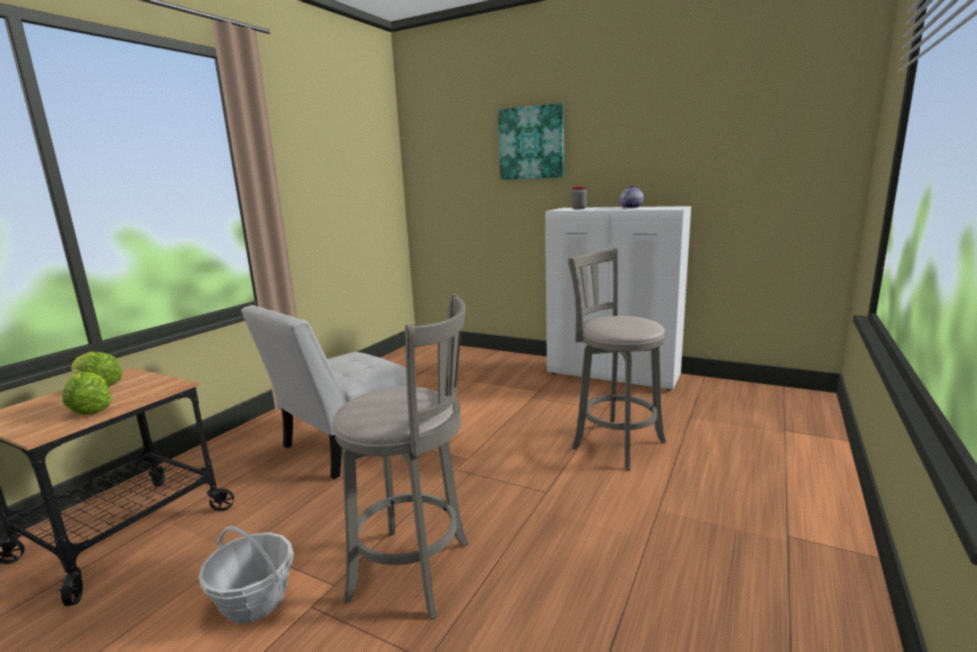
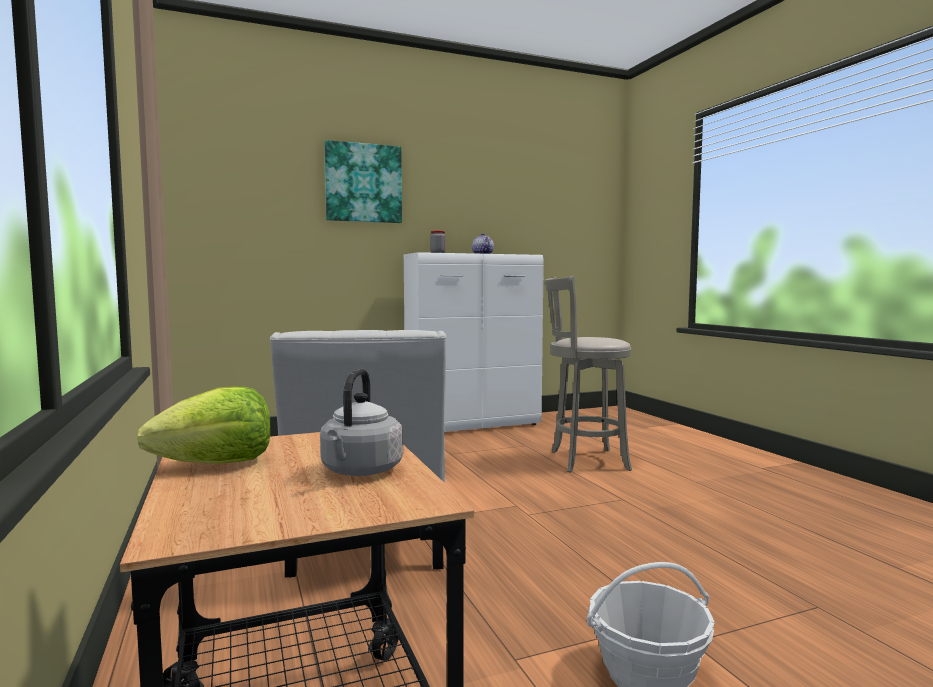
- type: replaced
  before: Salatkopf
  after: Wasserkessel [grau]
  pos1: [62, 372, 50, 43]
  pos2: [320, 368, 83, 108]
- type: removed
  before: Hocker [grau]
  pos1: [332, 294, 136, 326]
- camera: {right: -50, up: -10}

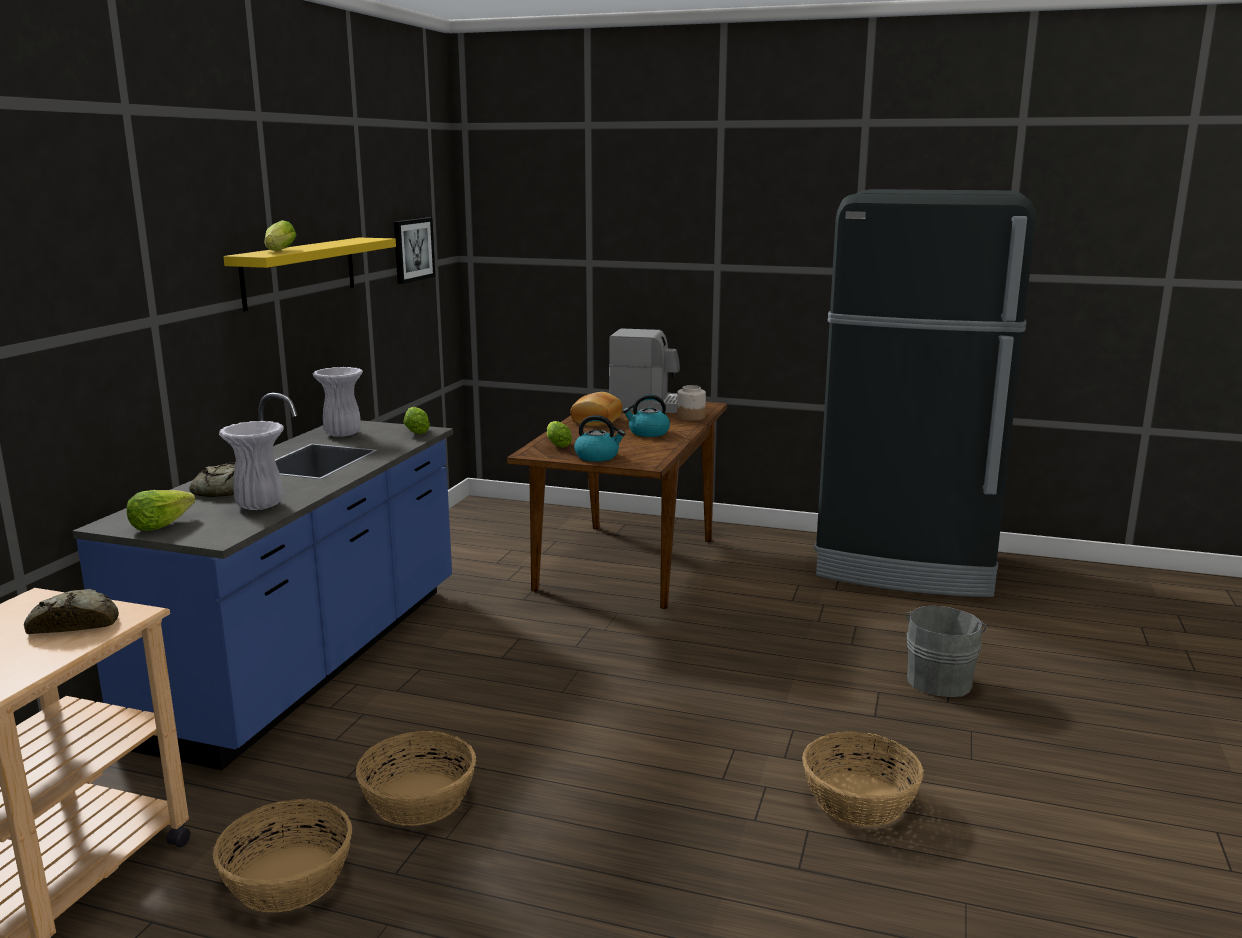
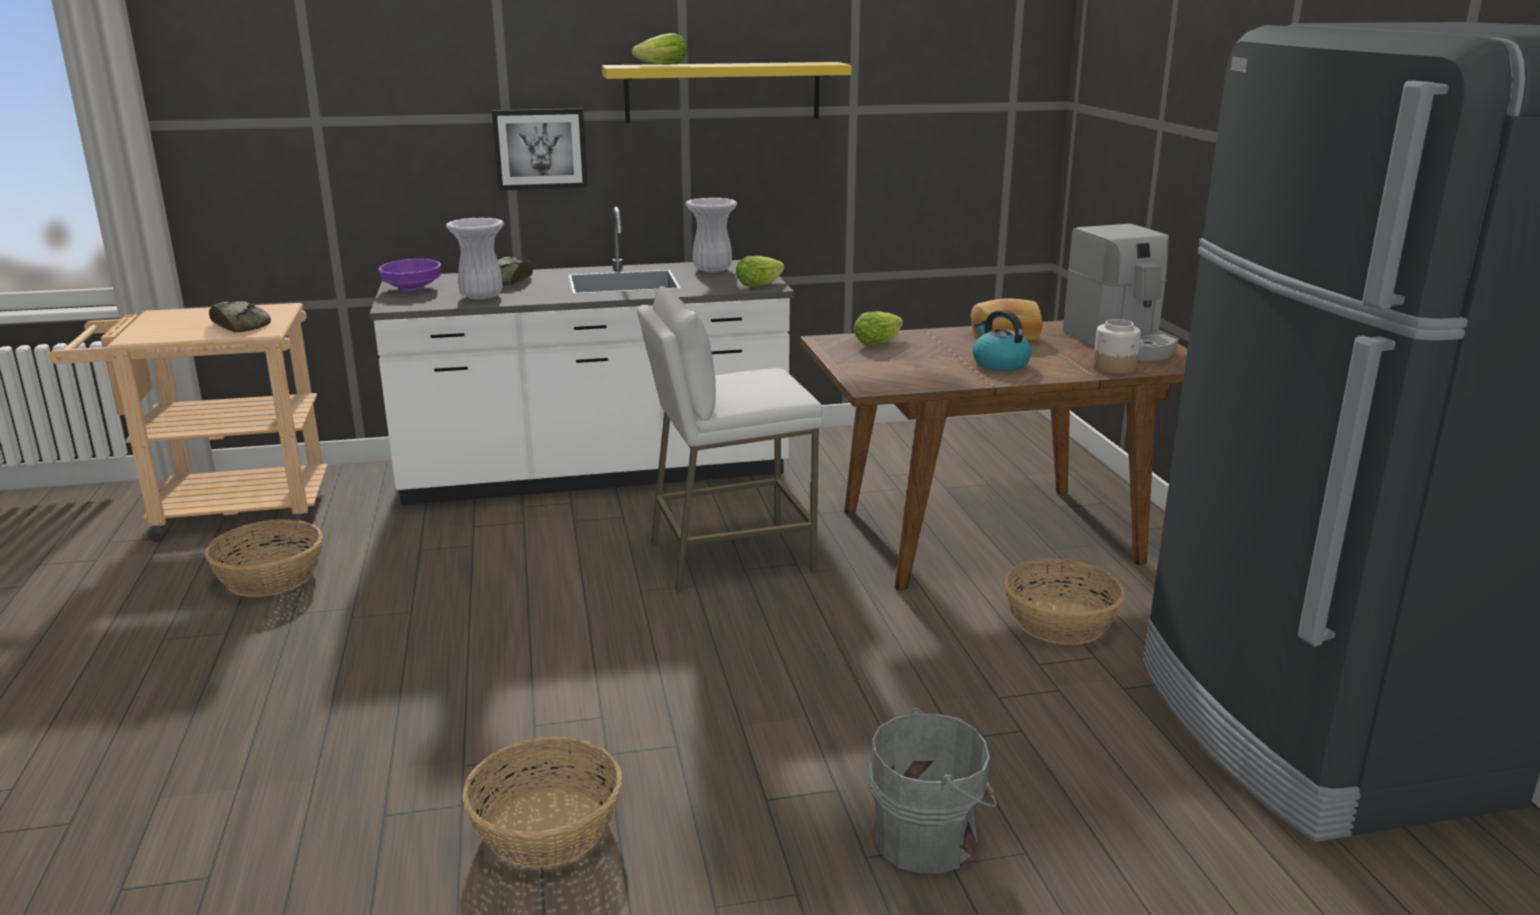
- type: recoloured
  before: Küchenzeile [blau]
  after: Küchenzeile [weiß]
  pos1: [73, 393, 380, 377]
  pos2: [370, 207, 424, 298]
- type: replaced
  before: Salatkopf
  after: Schüssel [lila]
  pos1: [126, 490, 70, 41]
  pos2: [378, 259, 63, 32]
- type: moved
  before: Korb
  pos1: [356, 731, 120, 95]
  pos2: [1004, 558, 121, 87]
- type: moved
  before: Bild
  pos1: [394, 218, 41, 66]
  pos2: [492, 108, 96, 82]
- type: removed
  before: Wasserkessel
  pos1: [574, 415, 51, 47]
- type: added
  after: Hocker [weiß]
  pos2: [637, 286, 186, 306]
- camera: {right: 60, up: 5}

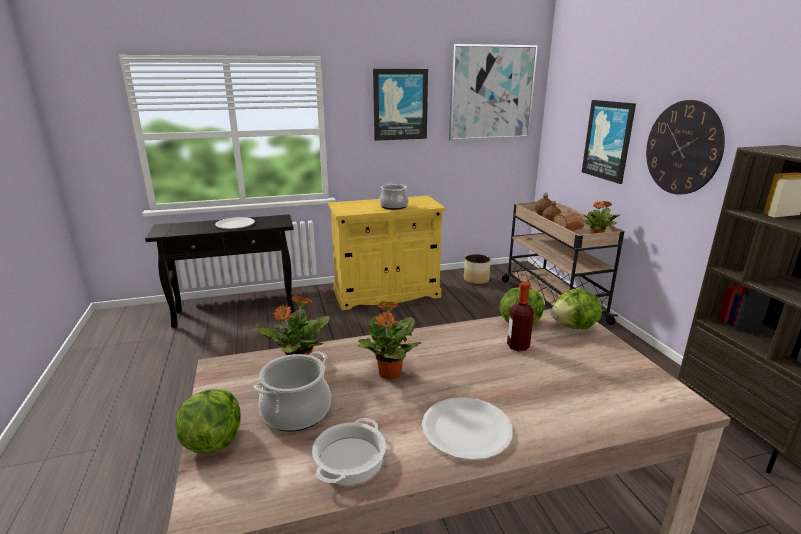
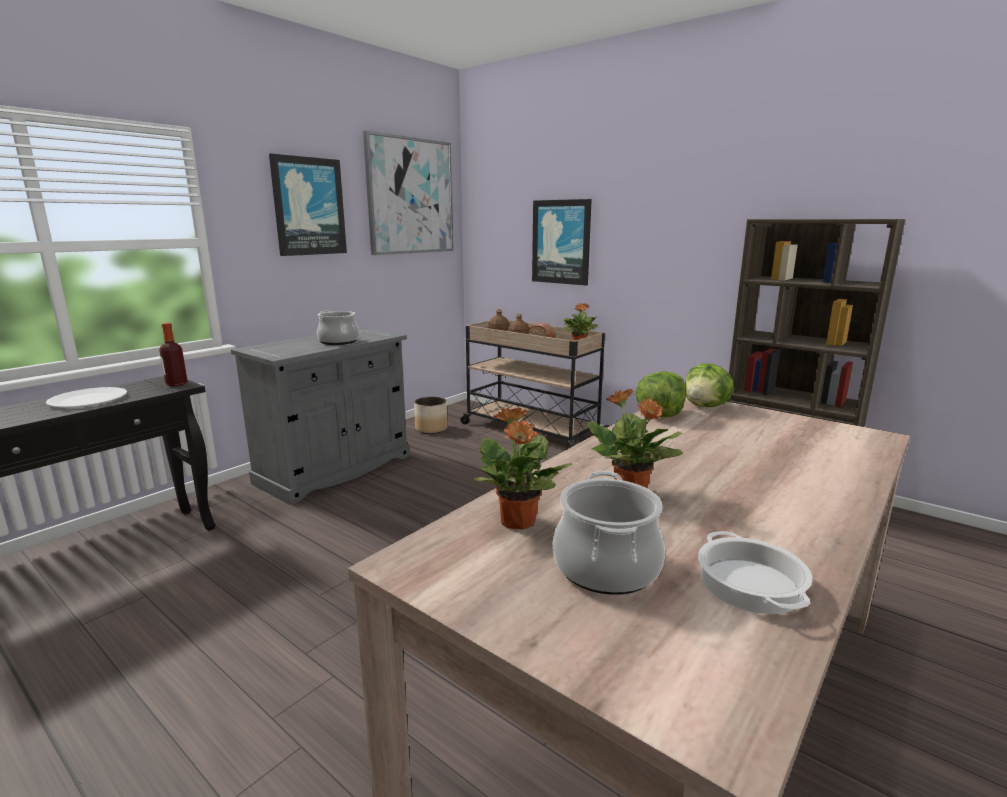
- type: removed
  before: Salatkopf
  pos1: [176, 389, 65, 65]
- type: recoloured
  before: Schrank [gelb]
  after: Schrank [grau]
  pos1: [328, 196, 118, 114]
  pos2: [231, 327, 179, 178]
- type: removed
  before: Teller [weiß]
  pos1: [422, 397, 91, 63]
- type: moved
  before: Flasche
  pos1: [507, 282, 27, 70]
  pos2: [159, 323, 29, 63]
- type: removed
  before: Wanduhr
  pos1: [646, 100, 79, 95]
- camera: {right: -35, up: -5}

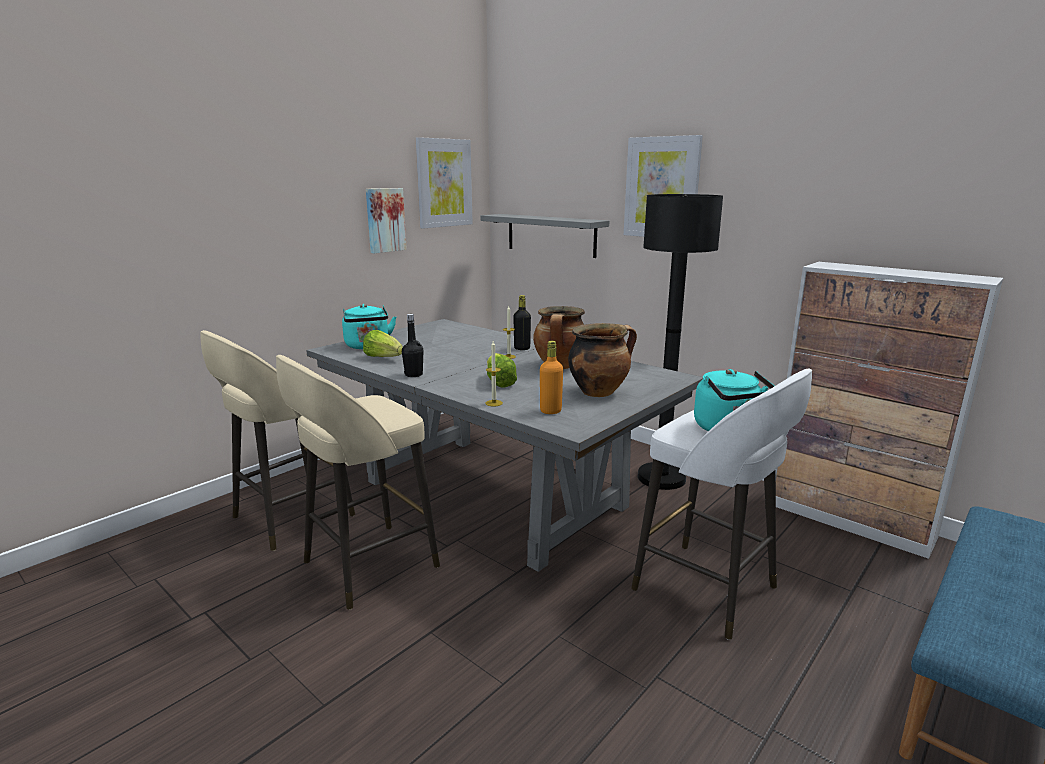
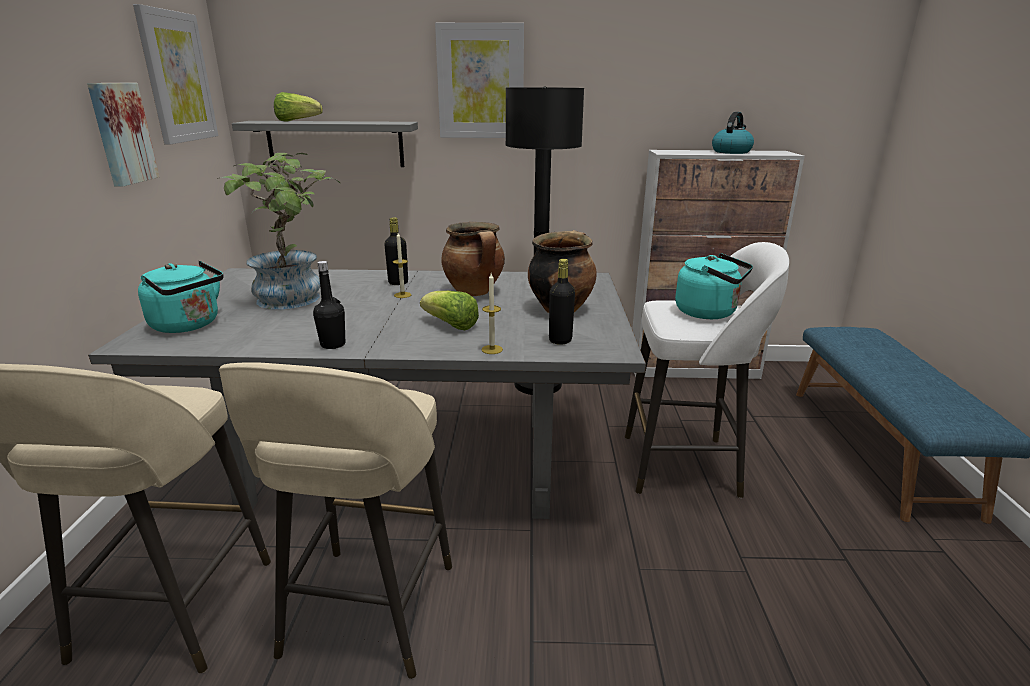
- type: moved
  before: Salatkopf
  pos1: [363, 330, 40, 27]
  pos2: [274, 92, 49, 30]
- type: recoloured
  before: Flasche [orange]
  after: Flasche [schwarz]
  pos1: [540, 341, 23, 73]
  pos2: [549, 259, 26, 86]
- type: added
  after: Topfpflanze
  pos2: [217, 153, 124, 156]
- type: added
  after: Wasserkessel
  pos2: [712, 112, 42, 42]
- camera: {right: -40, up: 5}

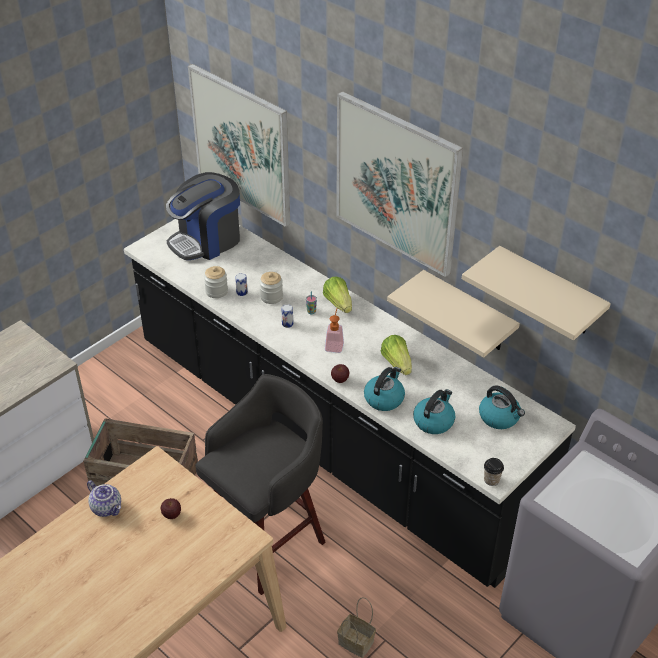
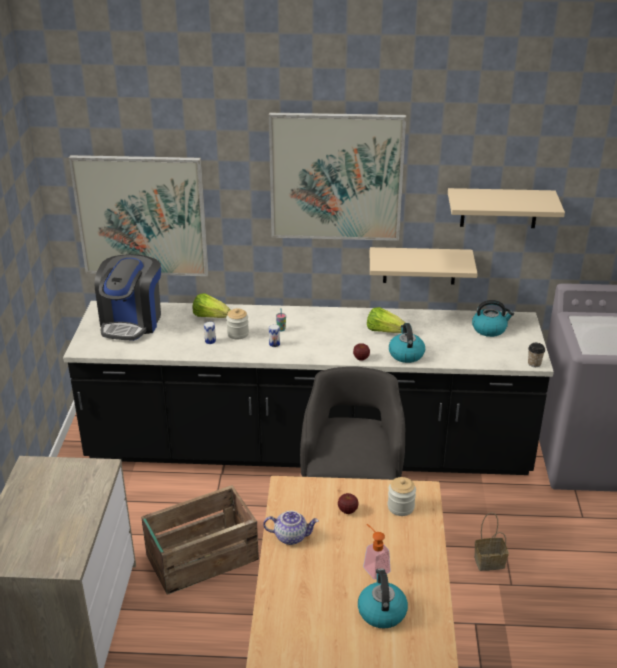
- type: moved
  before: Vorratsglas
  pos1: [204, 266, 24, 32]
  pos2: [388, 477, 28, 39]
- type: moved
  before: Salatkopf
  pos1: [323, 277, 29, 36]
  pos2: [193, 293, 37, 25]
- type: moved
  before: Seifenspender
  pos1: [325, 309, 19, 44]
  pos2: [363, 524, 28, 55]
- type: moved
  before: Wasserkessel
  pos1: [413, 389, 42, 45]
  pos2: [358, 568, 50, 61]
- camera: {right: -40, up: -10}

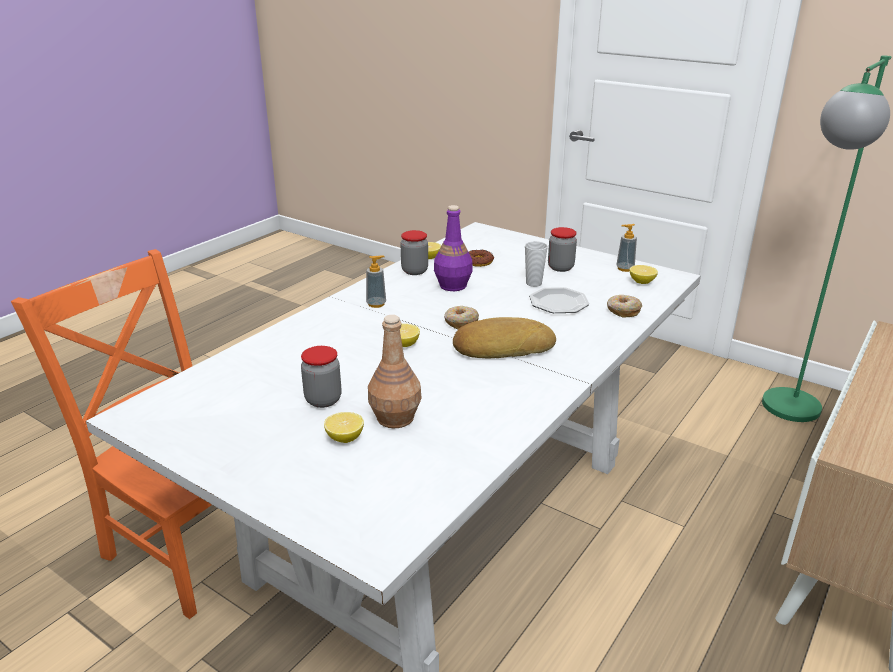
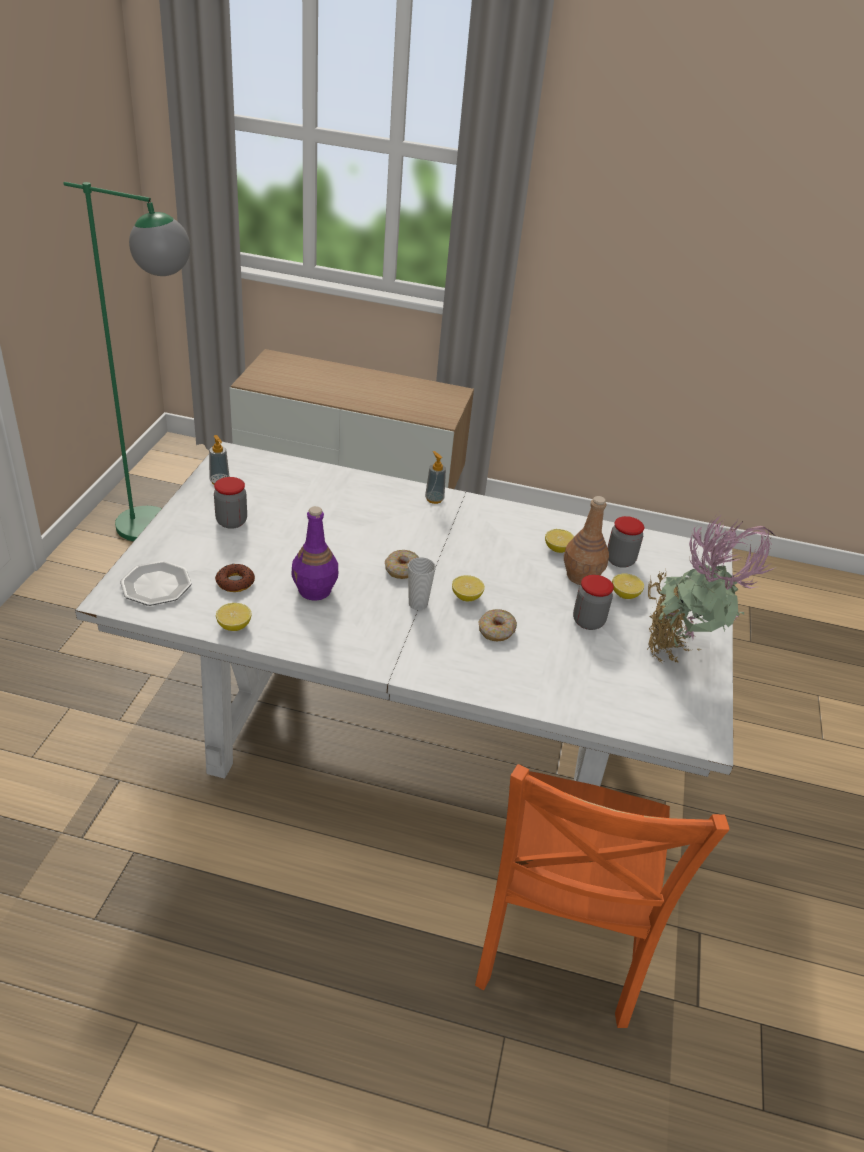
- type: moved
  before: Seifenspender
  pos1: [366, 255, 20, 53]
  pos2: [425, 451, 21, 53]
- type: moved
  before: Vorratsglas
  pos1: [400, 230, 28, 45]
  pos2: [607, 516, 37, 52]
- type: removed
  before: Brot
  pos1: [453, 317, 103, 41]
- type: moved
  before: Tasse
  pos1: [525, 241, 23, 46]
  pos2: [408, 557, 28, 53]
- type: moved
  before: Teller
  pos1: [529, 287, 60, 26]
  pos2: [120, 561, 72, 45]
- type: moved
  before: Donut
  pos1: [607, 295, 35, 22]
  pos2: [478, 609, 39, 33]
- type: moved
  before: Zitrone
  pos1: [630, 265, 28, 19]
  pos2: [545, 529, 29, 24]
- type: added
  after: Topfpflanze
  pos2: [647, 513, 130, 151]
- camera: {right: -115, up: 10}

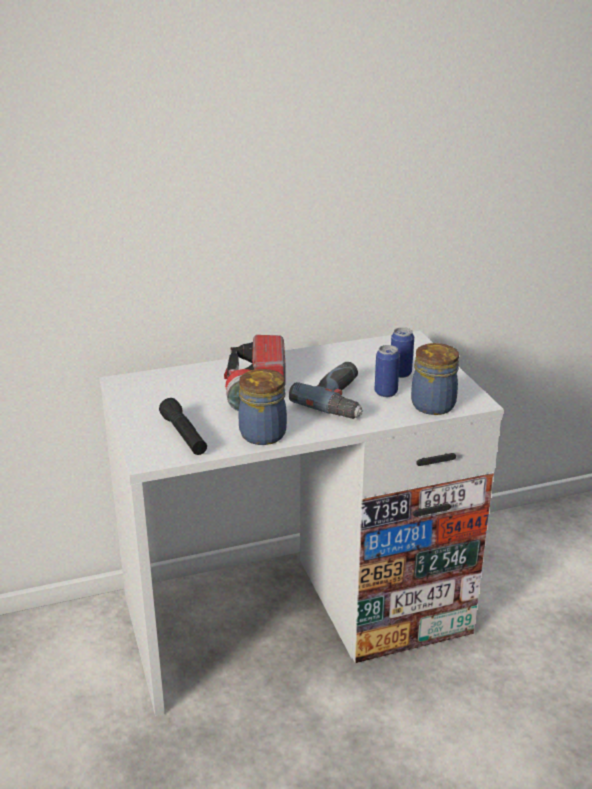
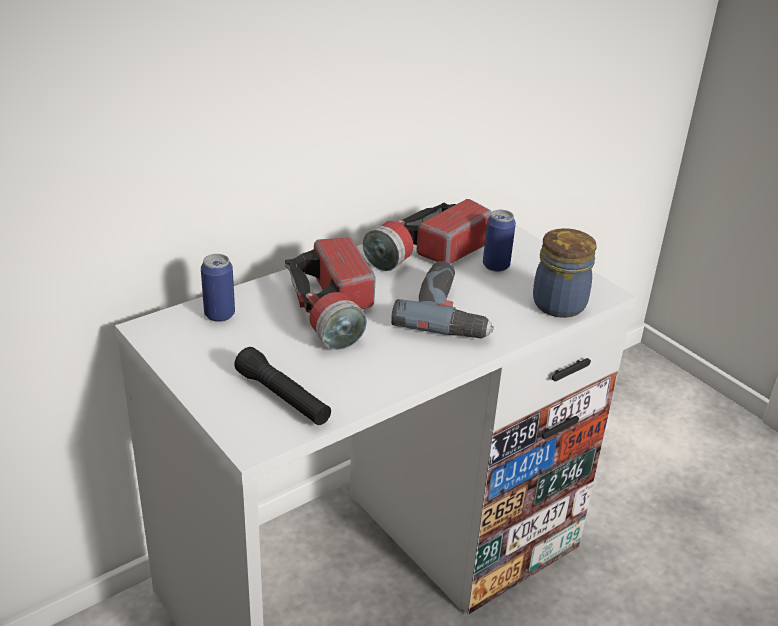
- type: removed
  before: Vorratsglas
  pos1: [239, 369, 48, 76]
- type: moved
  before: Dose
  pos1: [375, 345, 25, 52]
  pos2: [201, 254, 34, 68]
- type: added
  after: Taschenlampe
  pos2: [363, 199, 128, 72]
- camera: {right: -20, up: 5}

